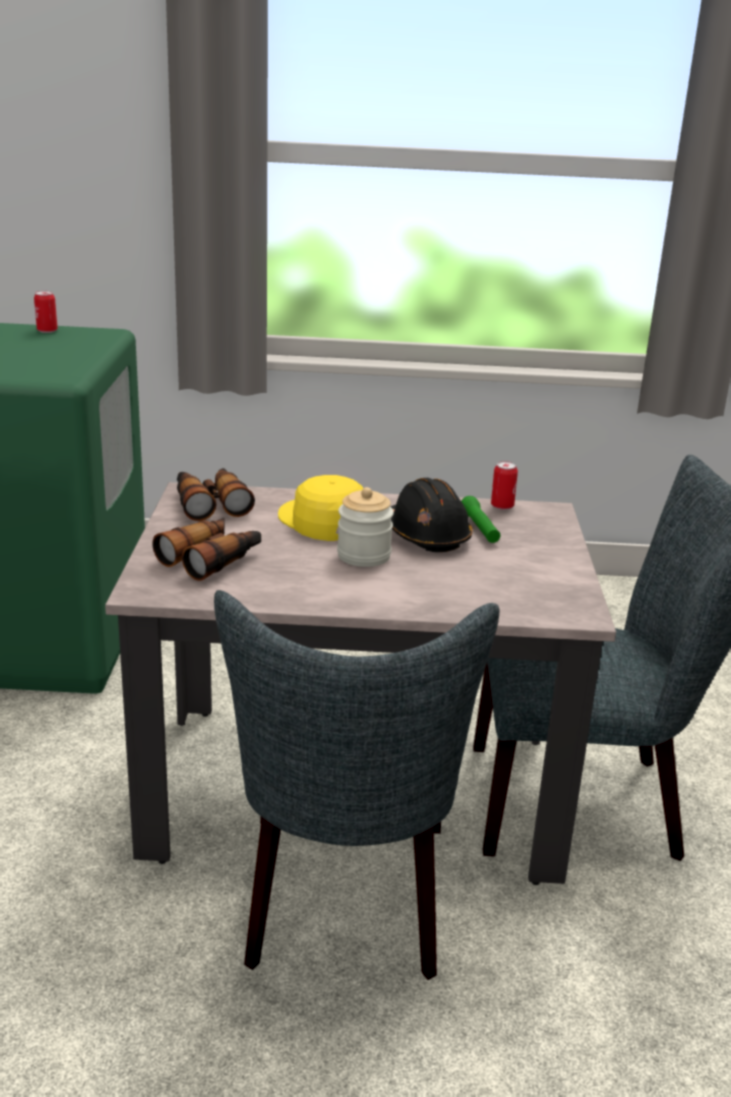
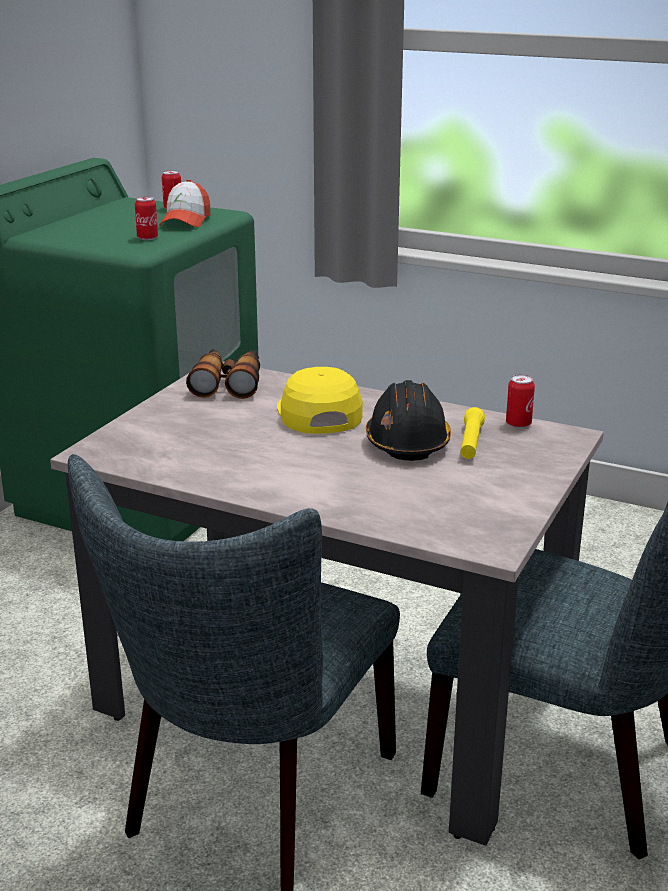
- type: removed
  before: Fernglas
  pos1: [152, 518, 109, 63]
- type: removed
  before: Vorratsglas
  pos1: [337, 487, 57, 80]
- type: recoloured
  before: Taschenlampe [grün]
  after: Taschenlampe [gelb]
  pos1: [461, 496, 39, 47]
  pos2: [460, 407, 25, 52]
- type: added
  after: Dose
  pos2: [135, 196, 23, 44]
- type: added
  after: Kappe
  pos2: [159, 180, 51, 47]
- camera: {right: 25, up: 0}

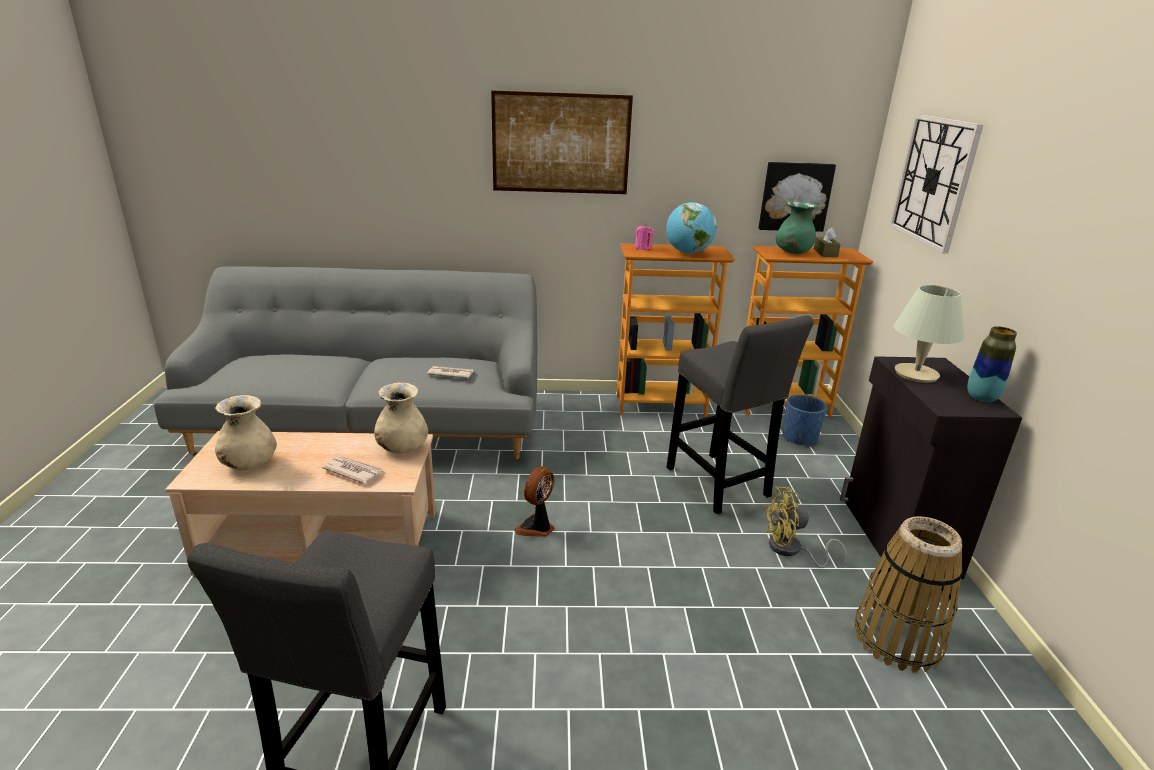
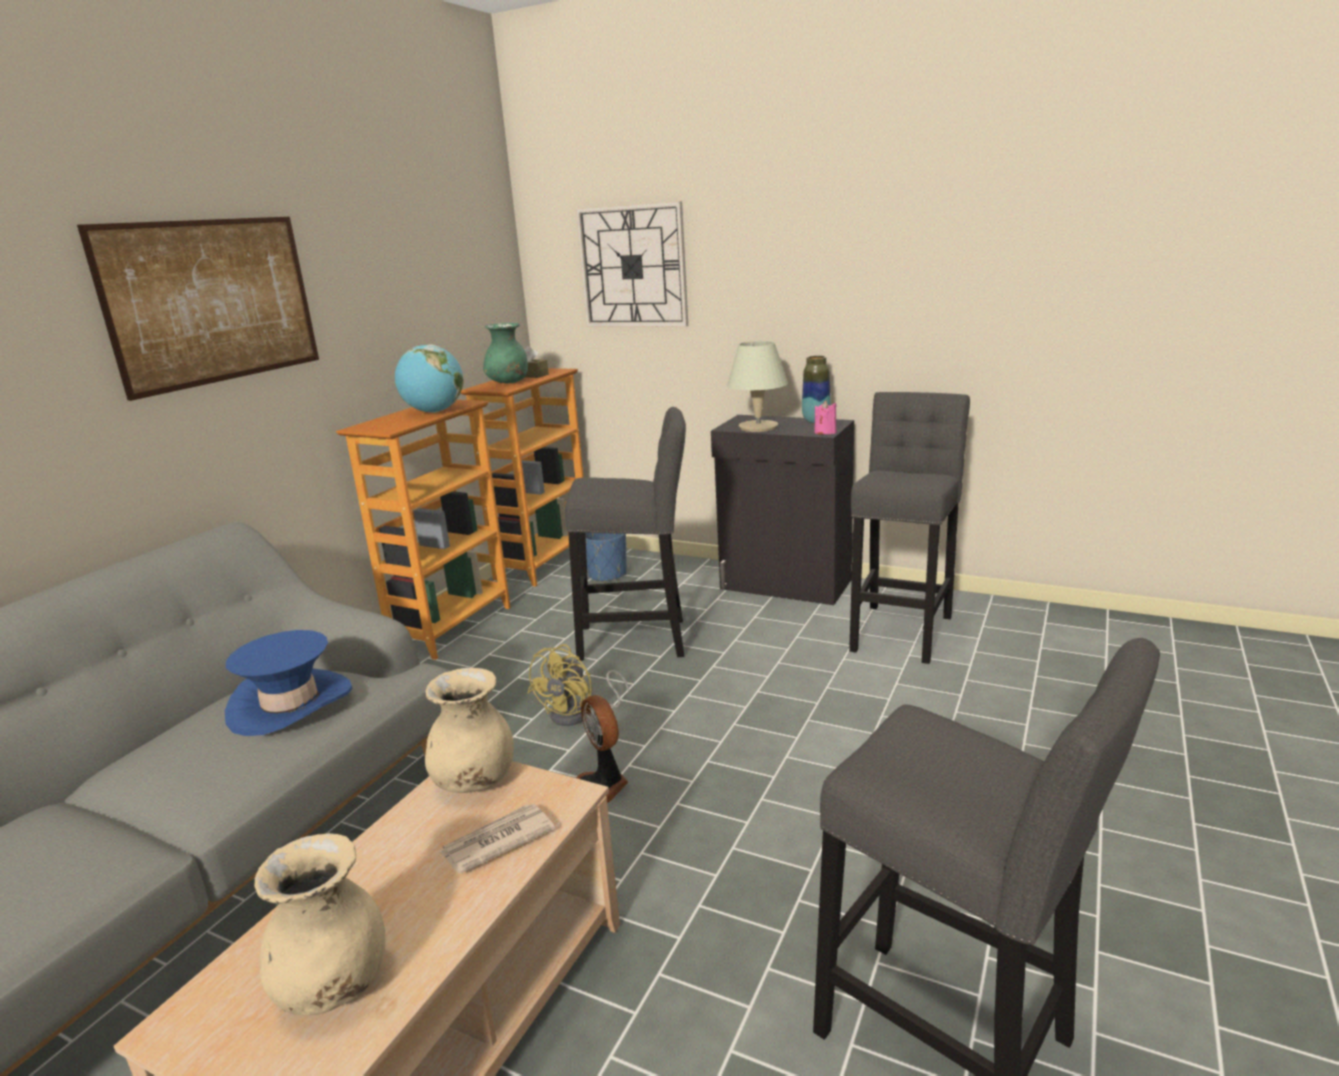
- type: replaced
  before: Zeitung
  after: Hut [blau]
  pos1: [427, 366, 47, 13]
  pos2: [225, 630, 128, 106]
- type: moved
  before: Kerze [rosa]
  pos1: [635, 224, 19, 26]
  pos2: [814, 400, 23, 35]
- type: removed
  before: Bild
  pos1: [758, 162, 78, 70]
- type: moved
  before: Ventilator [gelb]
  pos1: [764, 487, 83, 81]
  pos2: [528, 644, 101, 82]
- type: replaced
  before: Korb
  after: Hocker [grau]
  pos1: [854, 516, 109, 157]
  pos2: [849, 392, 121, 272]
- camera: {right: -60, up: -5}

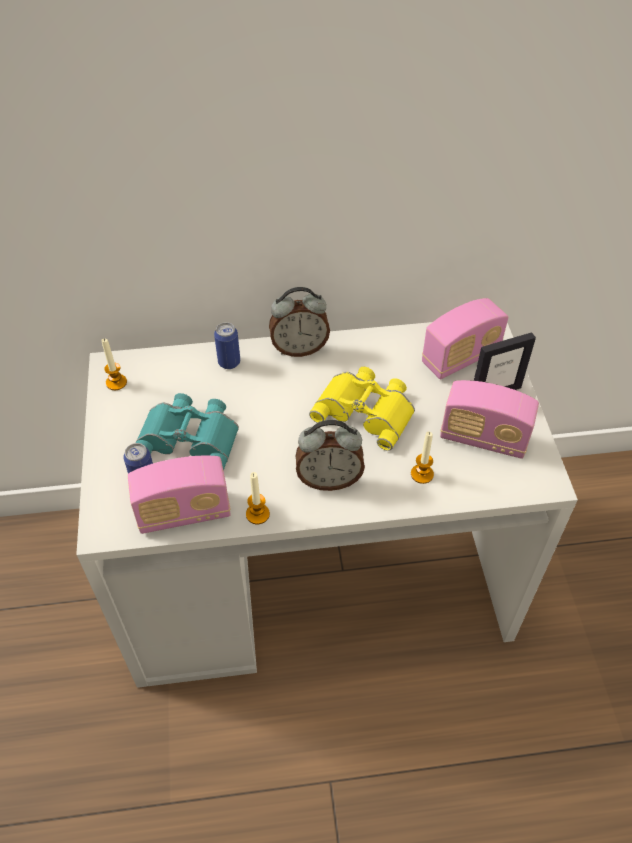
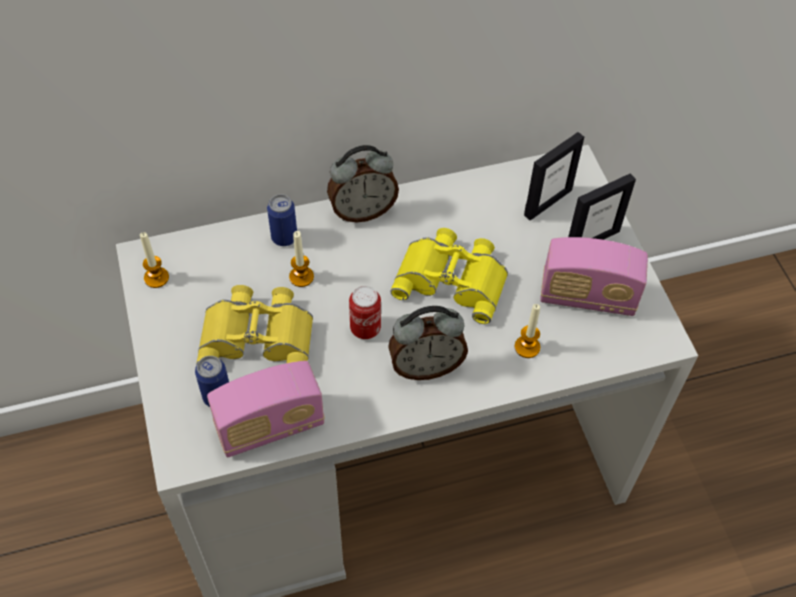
- type: recoloured
  before: Fernglas [türkis]
  after: Fernglas [gelb]
  pos1: [136, 393, 103, 78]
  pos2: [196, 285, 117, 80]
- type: moved
  before: Kerze
  pos1: [246, 472, 24, 52]
  pos2: [289, 231, 25, 56]
- type: replaced
  before: Radio
  after: Bilderrahmen
  pos1: [422, 298, 86, 81]
  pos2: [524, 132, 60, 89]
- type: added
  after: Dose
  pos2: [349, 286, 32, 53]
- camera: {right: -10, up: 5}

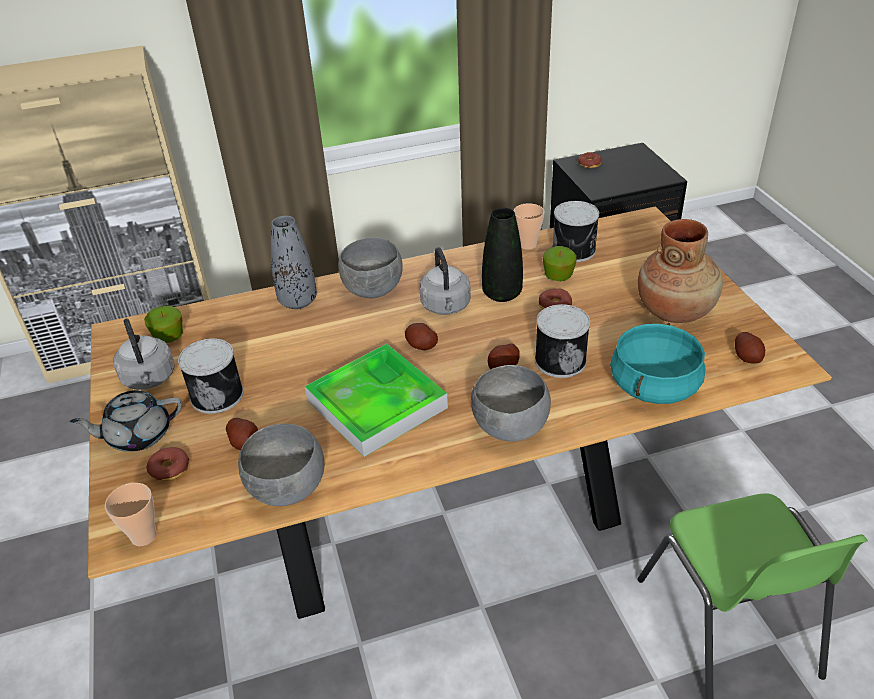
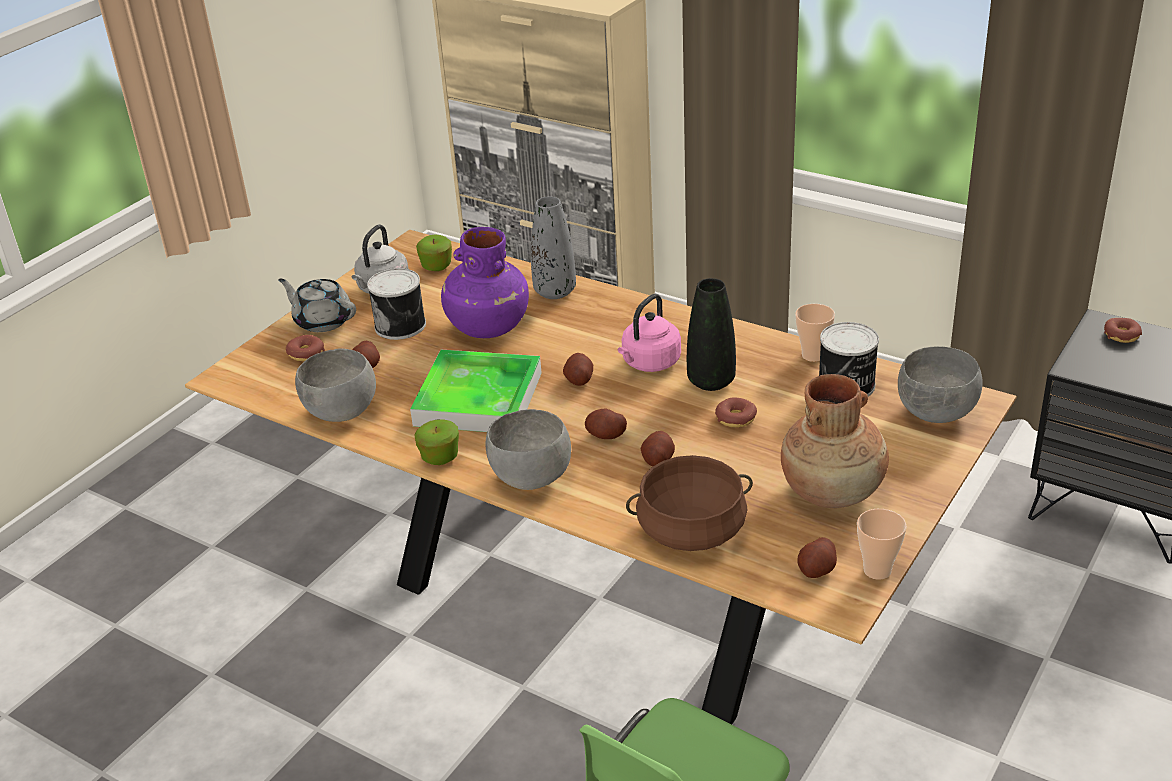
- type: moved
  before: Tasse
  pos1: [105, 483, 52, 63]
  pos2: [857, 509, 50, 71]
- type: moved
  before: Schüssel [grau]
  pos1: [338, 237, 65, 61]
  pos2: [898, 346, 85, 77]
- type: recoloured
  before: Wasserkessel [grau]
  after: Wasserkessel [rosa]
  pos1: [419, 247, 52, 68]
  pos2: [618, 294, 63, 78]
- type: replaced
  before: Dose
  after: Kartoffel
  pos1: [535, 304, 55, 74]
  pos2: [640, 431, 35, 36]
- type: moved
  before: Apfel
  pos1: [543, 246, 34, 35]
  pos2: [414, 419, 45, 46]
- type: recoloured
  before: Kochtopf [türkis]
  after: Kochtopf [braun]
  pos1: [610, 323, 96, 81]
  pos2: [626, 455, 127, 96]
- type: added
  after: Vase [lila]
  pos2: [441, 227, 88, 111]
- camera: {right: 50, up: -5}

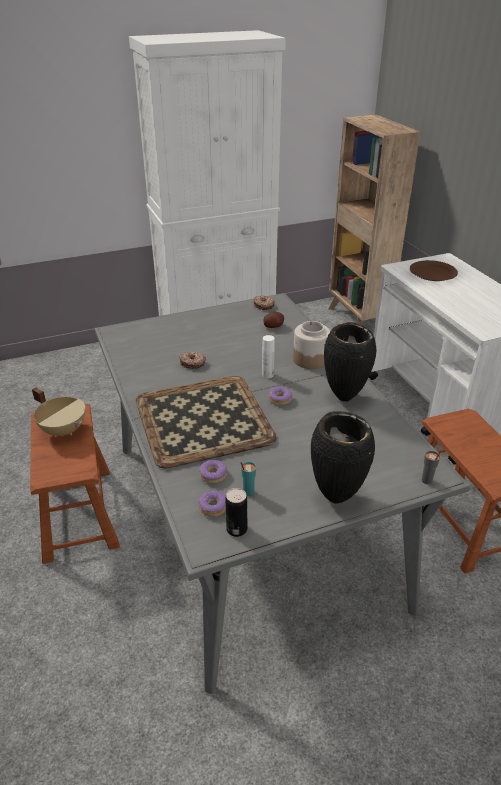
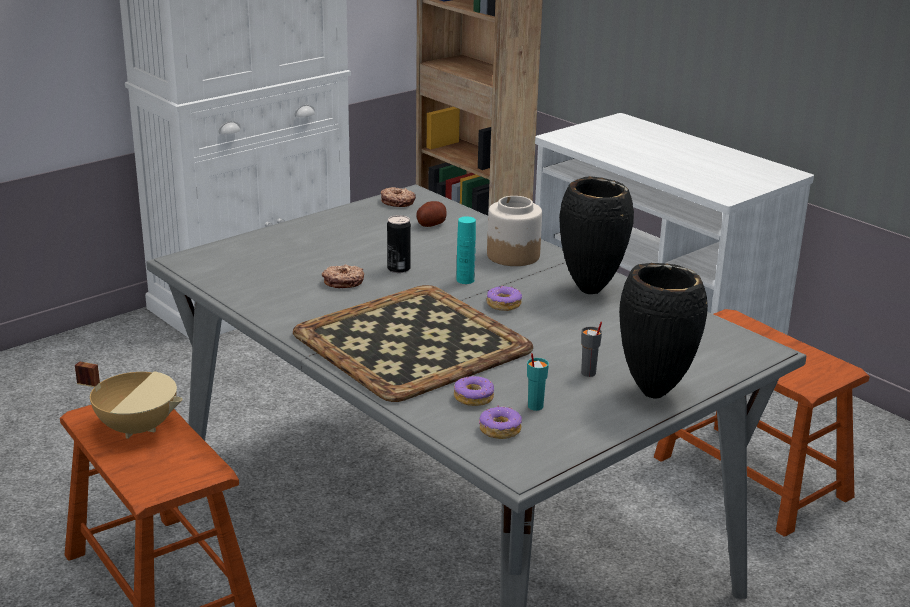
- type: moved
  before: Dose
  pos1: [225, 488, 22, 49]
  pos2: [387, 215, 24, 58]
- type: recoloured
  before: Flasche [weiß]
  after: Flasche [türkis]
  pos1: [262, 335, 13, 43]
  pos2: [456, 216, 20, 68]
- type: removed
  before: Teller [braun]
  pos1: [410, 260, 48, 21]
- type: moved
  before: Tasse [grau]
  pos1: [422, 451, 18, 33]
  pos2: [581, 322, 21, 55]
- camera: {right: -20, up: -10}

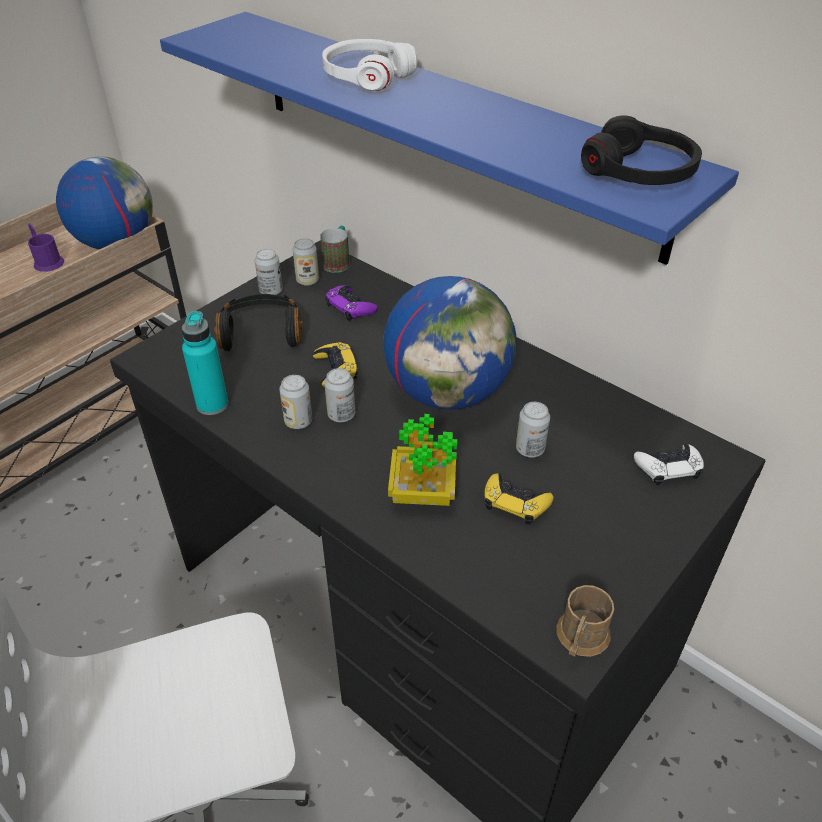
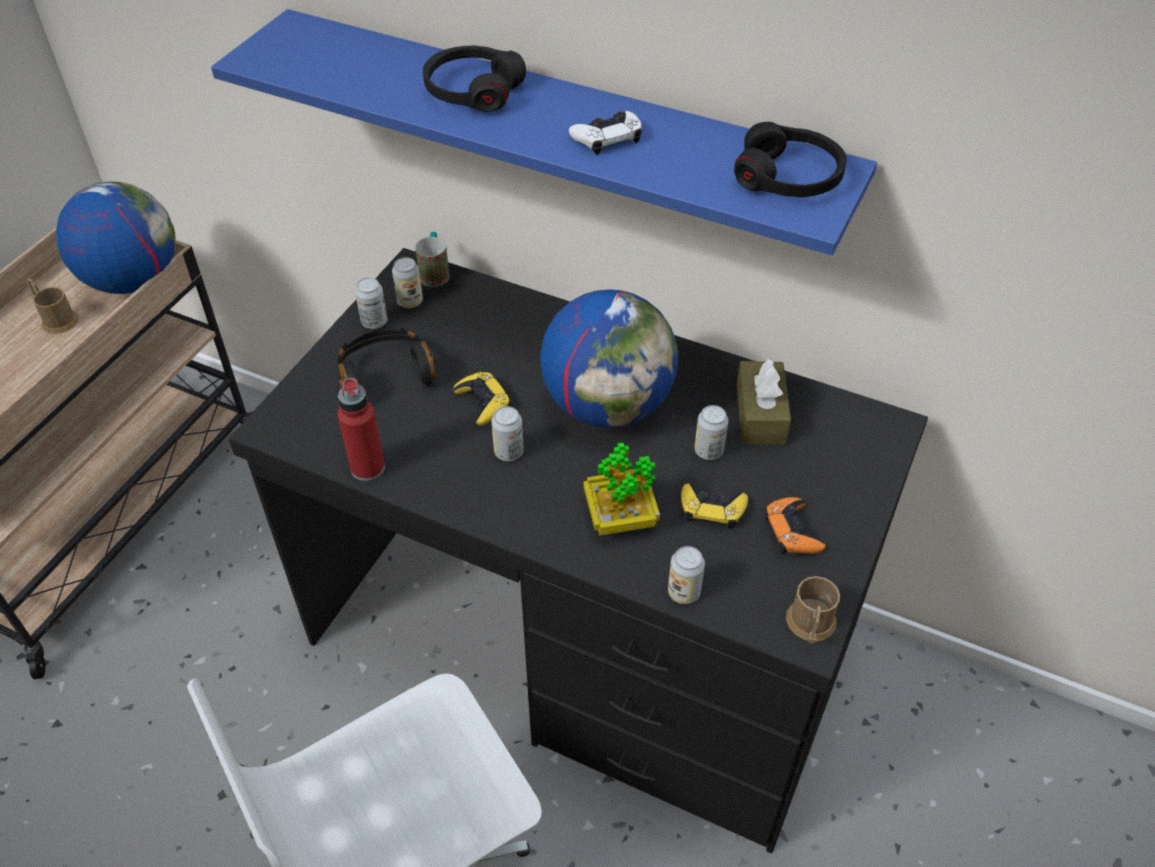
- type: recoloured
  before: Henkelbecher [lila]
  after: Henkelbecher [braun]
  pos1: [28, 223, 36, 49]
  pos2: [26, 278, 53, 56]
- type: recoloured
  before: Flasche [türkis]
  after: Flasche [rot]
  pos1: [182, 311, 47, 104]
  pos2: [338, 378, 47, 103]
- type: moved
  before: Dose
  pos1: [279, 375, 33, 54]
  pos2: [668, 546, 37, 58]
- type: recoloured
  before: Kopfhörer [weiß]
  after: Kopfhörer [schwarz]
  pos1: [322, 39, 96, 52]
  pos2: [423, 46, 103, 66]
- type: removed
  before: Gamepad [lila]
  pos1: [325, 285, 53, 36]
- type: moved
  before: Gamepad [weiß]
  pos1: [634, 444, 70, 41]
  pos2: [569, 111, 73, 44]
- type: added
  after: Taschentuchbox [braun]
  pos2: [737, 358, 54, 87]
- type: added
  after: Gamepad [orange]
  pos2: [765, 497, 61, 57]
- camera: {right: -15, up: 5}

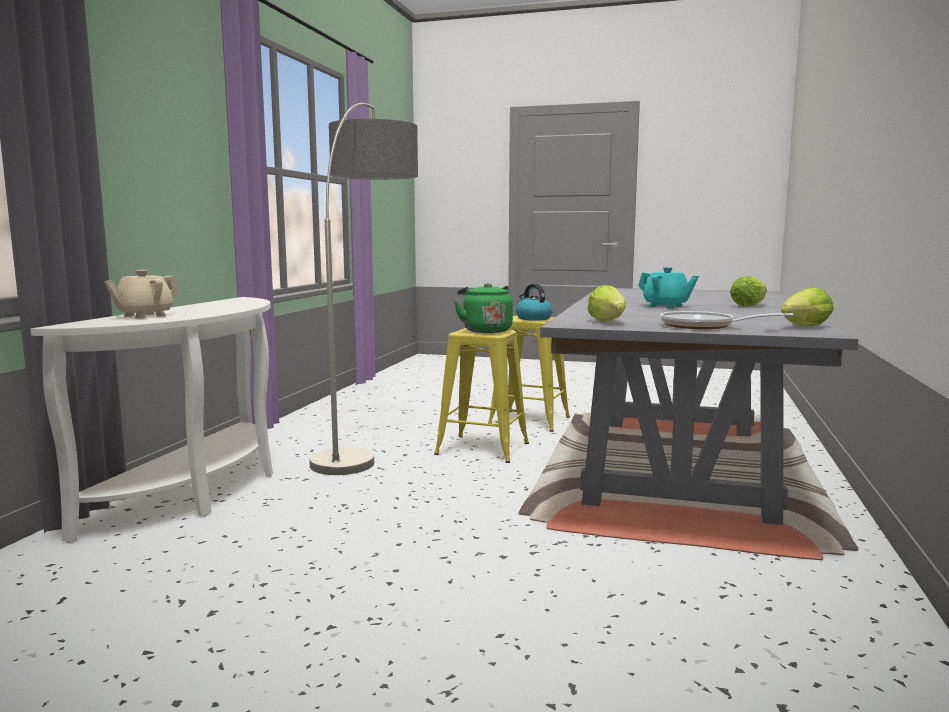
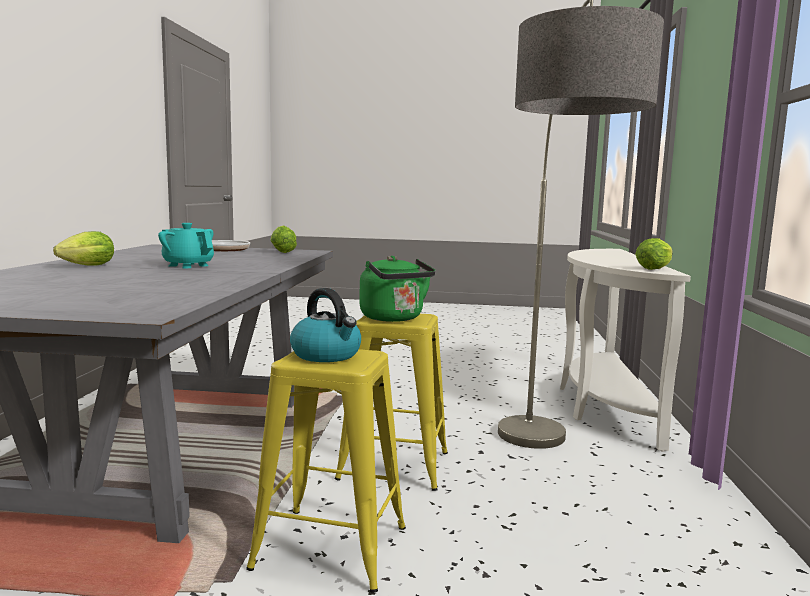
- type: removed
  before: Teekanne [beige]
  pos1: [104, 270, 75, 48]
- type: moved
  before: Salatkopf
  pos1: [781, 288, 53, 38]
  pos2: [635, 238, 38, 32]
- camera: {right: 170, up: 0}

